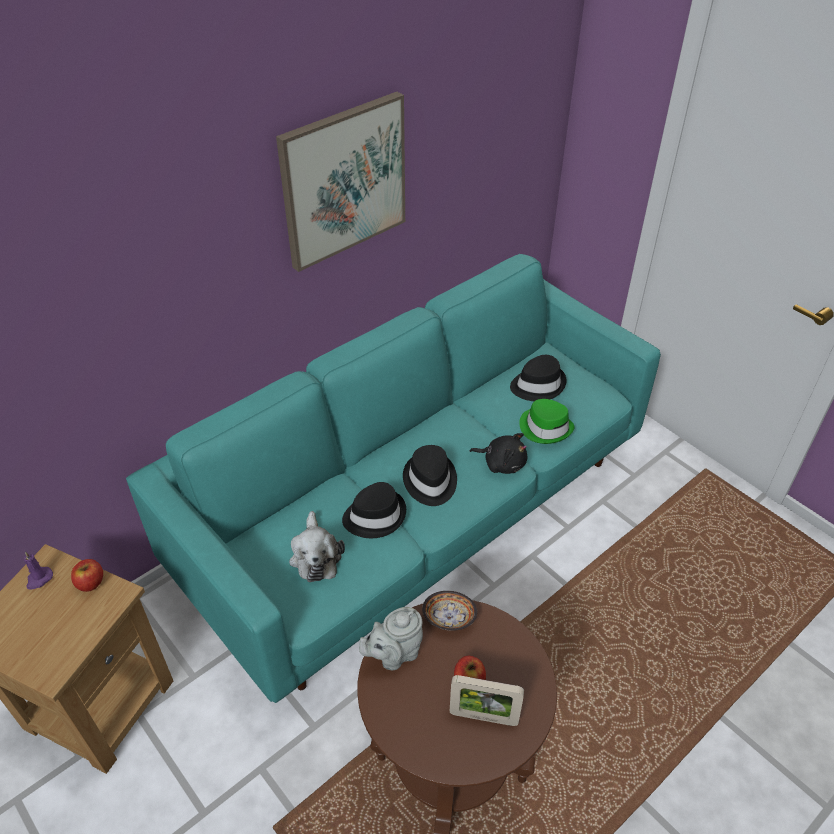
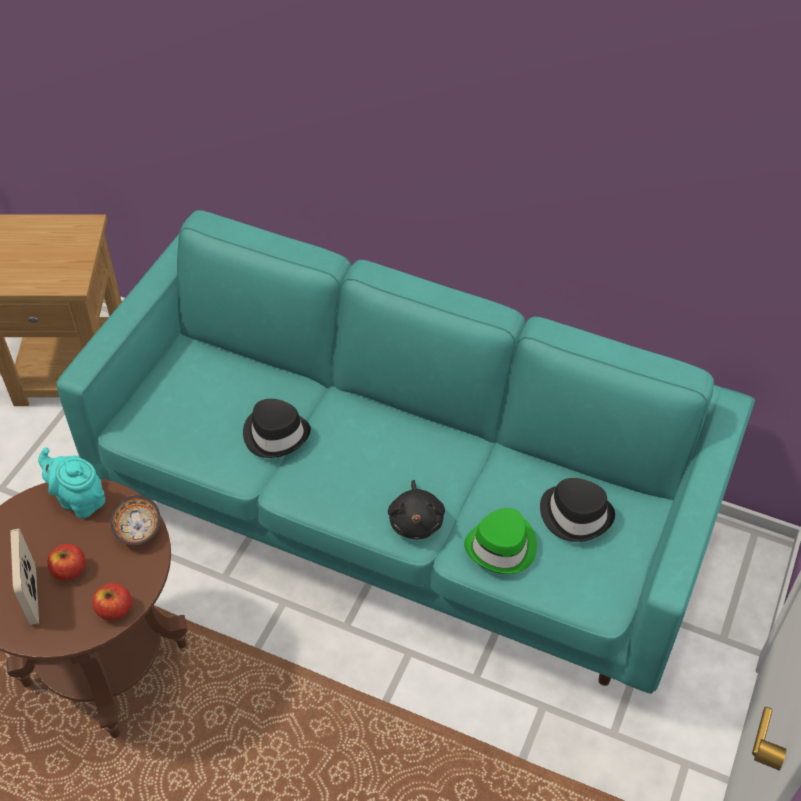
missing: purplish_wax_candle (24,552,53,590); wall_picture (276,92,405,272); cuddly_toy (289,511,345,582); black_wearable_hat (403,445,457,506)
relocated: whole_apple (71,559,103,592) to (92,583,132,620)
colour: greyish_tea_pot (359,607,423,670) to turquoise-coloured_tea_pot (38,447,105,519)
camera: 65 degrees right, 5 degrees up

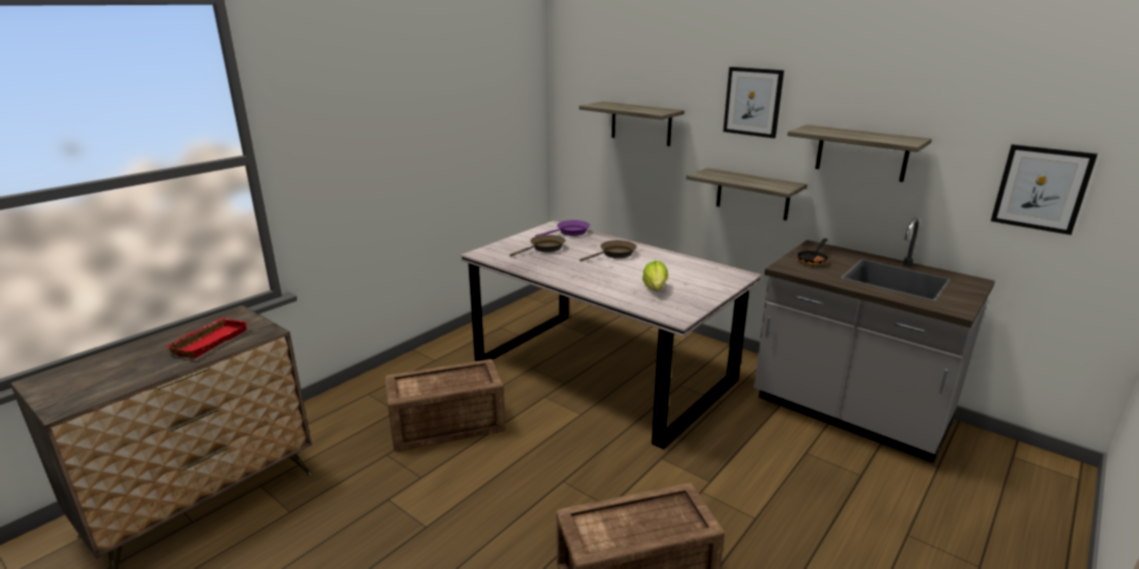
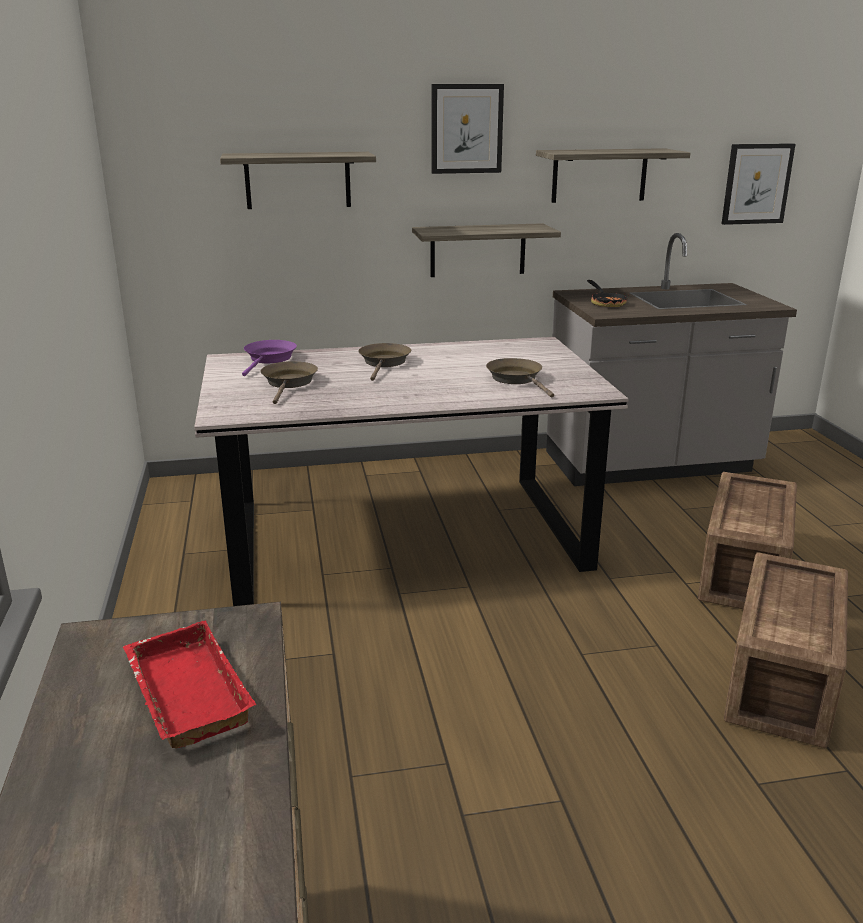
relocated: crate (385,359,506,451) to (698,472,797,609)
exchanged: head_of_lettuce (642,261,668,291) to brown-coloured_pan (486,358,554,397)
camera: 50 degrees left, 0 degrees up

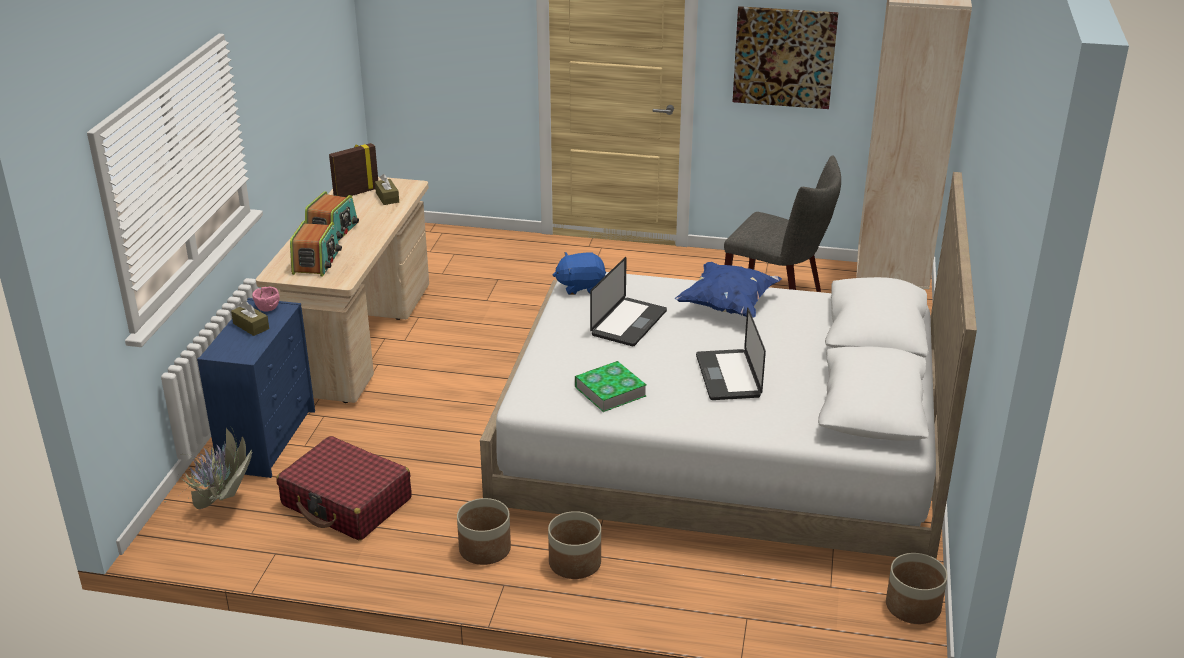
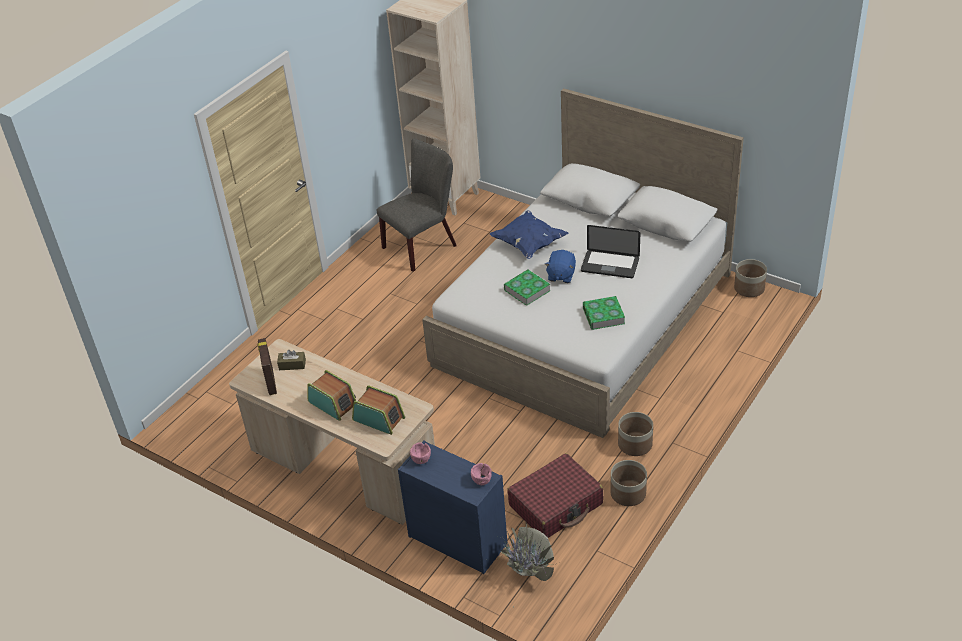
missing: brown-coloured_tissue_box (231,300,269,336); wall_picture (733,6,838,109)
appeared: pink-coloured_serving_bowl (471,463,492,485)
relocated: plant_pot (548,511,601,579) to (610,460,647,506); bluish_cuddly_toy (553,252,606,295) to (545,250,576,283)
exchanged: notebook_computer (590,257,667,346) to book (504,270,551,306)
camera: 65 degrees left, 10 degrees up

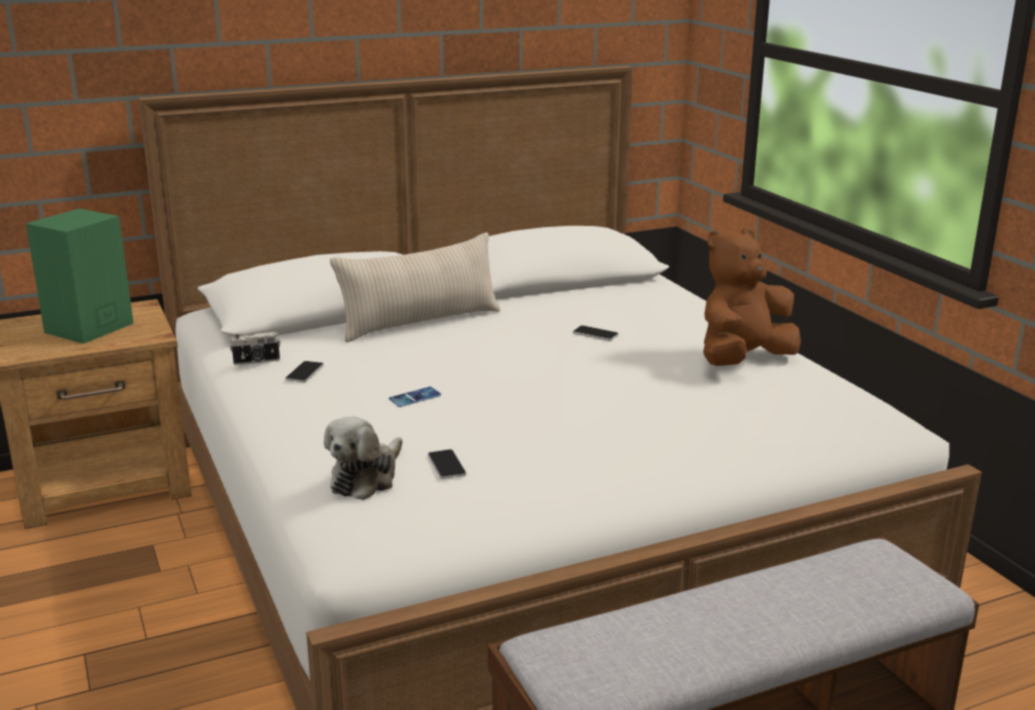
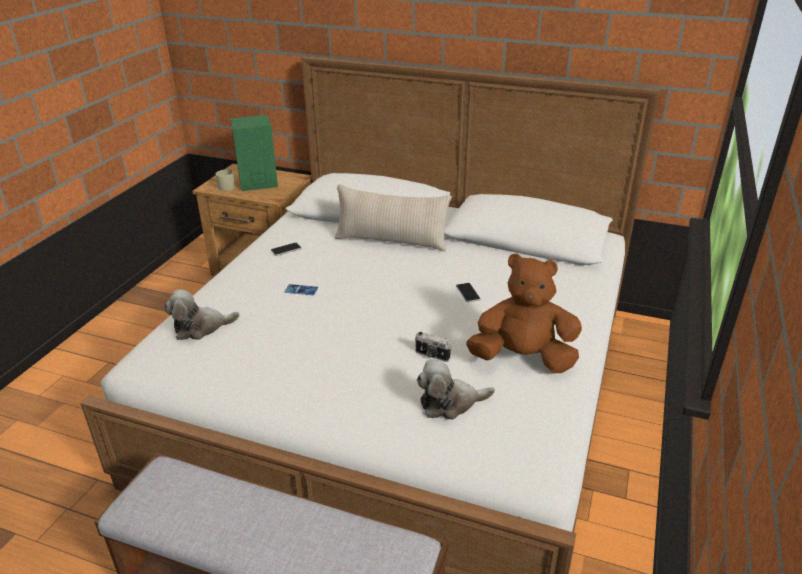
missing: handset (428,449,467,479)
appeared: beige_tea_mug (216,169,235,191); cuddly_toy (417,359,495,420)
relocated: still_camera (230,332,281,365) to (415,332,451,362)
camera: 45 degrees right, 10 degrees up

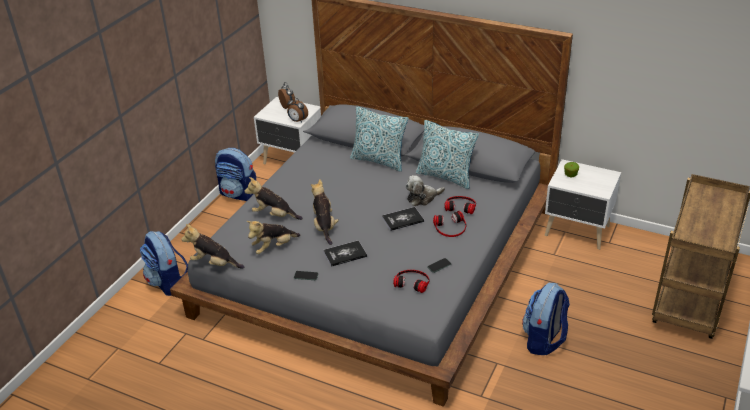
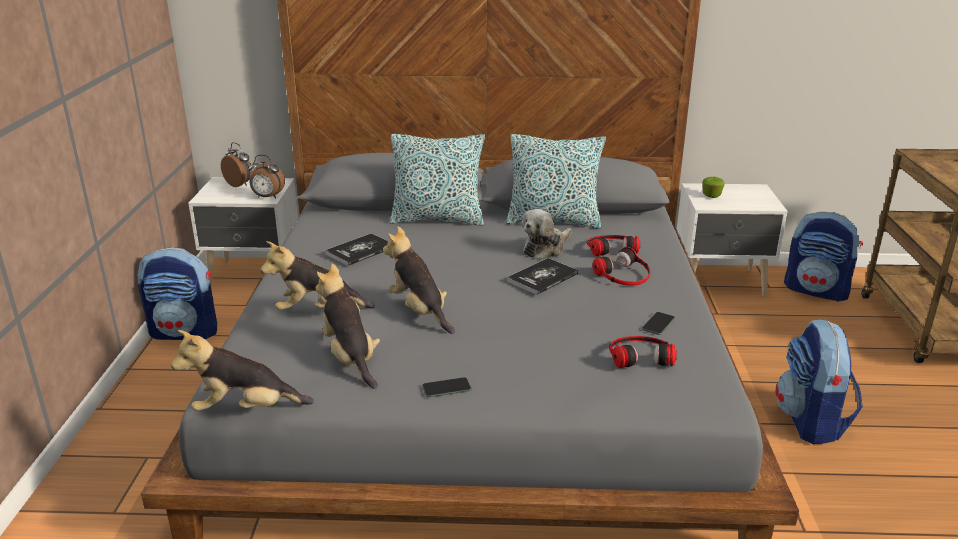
relocated: knapsack (140,231,188,296) to (784,212,863,302); book (323,240,367,267) to (325,233,388,266)
spun: cuddly_toy (246,221,300,254) = (315,263,380,389) 120 degrees clockwise
camera: 25 degrees left, 10 degrees down

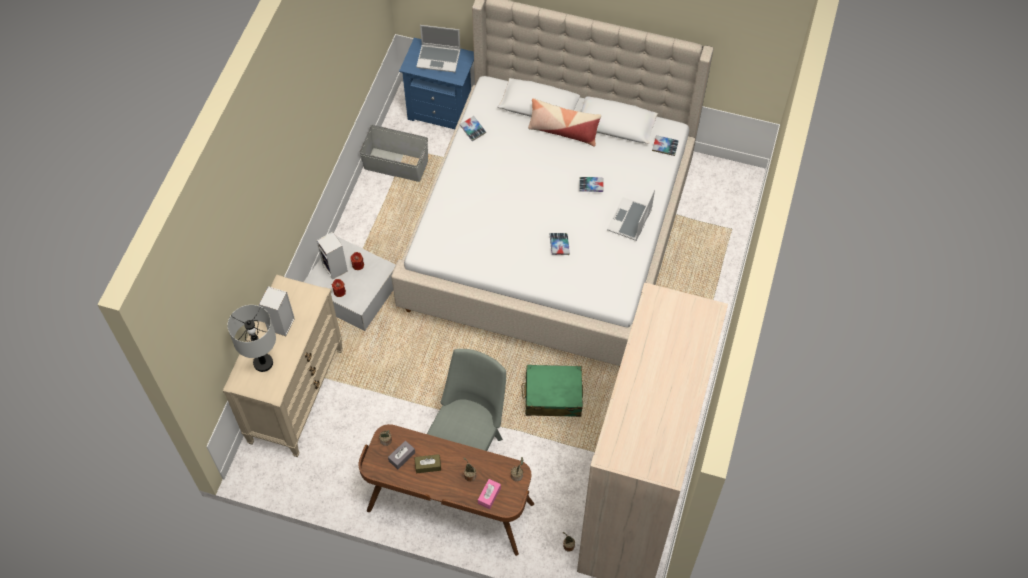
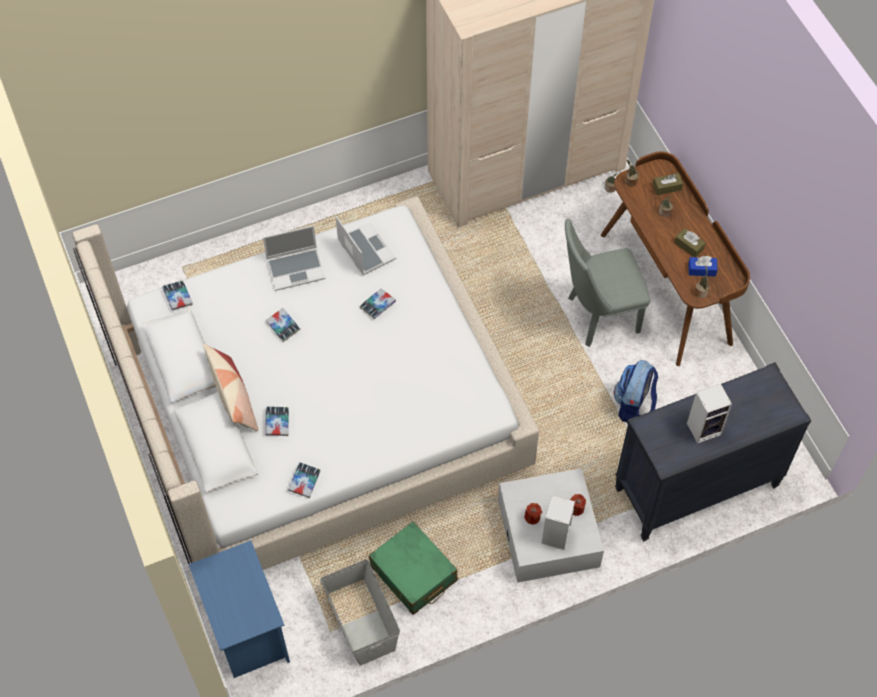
missing: greyish_lamp_for_a_table (227,305,276,372)
appeared: book (265,407,289,436); knapsack (614,360,658,422)
relocated: notebook_computer (416,25,461,72) to (336,216,396,275); greenish_travel_case (521,365,583,417) to (369,522,458,615)
colour: beige_dresser (223,274,343,457) to black_dresser (615,362,811,542); greyish_tissue_box (388,441,415,469) to bluish_tissue_box (688,256,718,276); pink-coloured_tissue_box (478,479,501,509) to brown-coloured_tissue_box (653,173,683,195)
camera: 130 degrees left, 0 degrees up

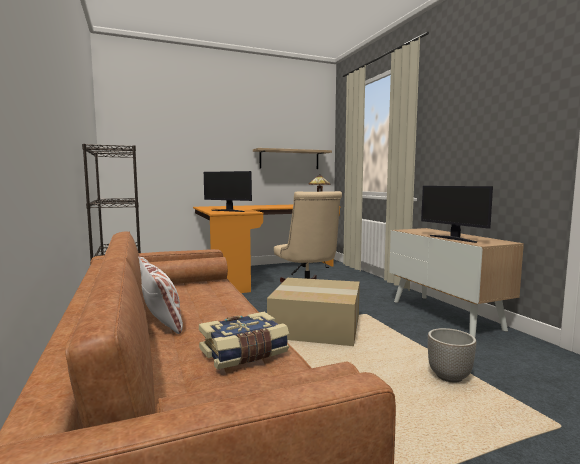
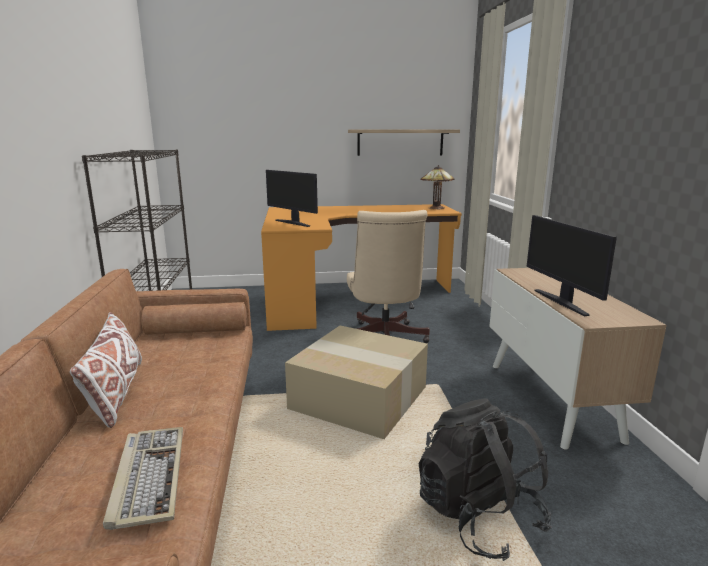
exchanged: book (199,312,289,370) to keyboard (103,427,183,530); plant_pot (428,328,477,383) to black_knapsack (418,398,552,561)
camera: 15 degrees right, 10 degrees up

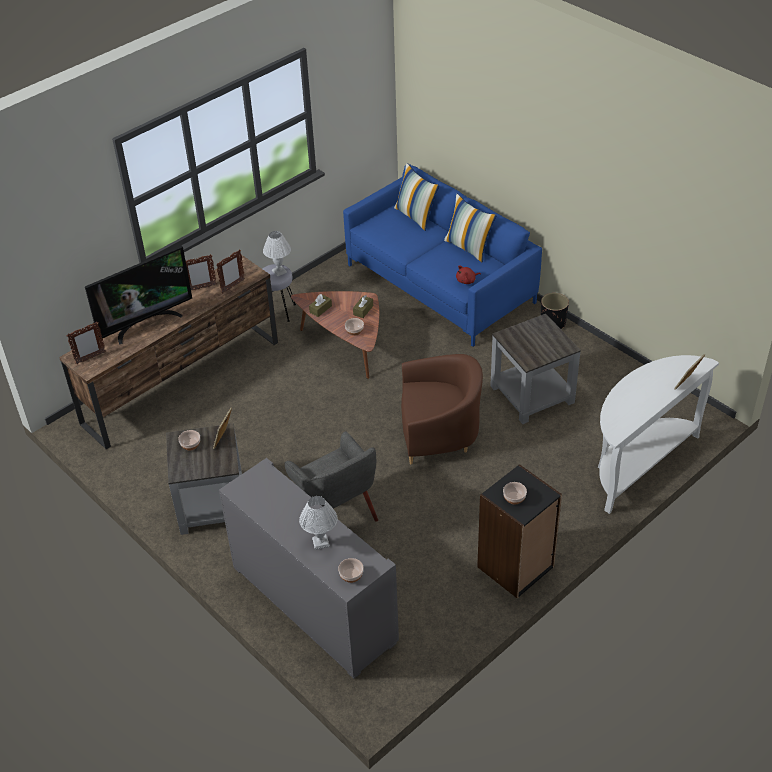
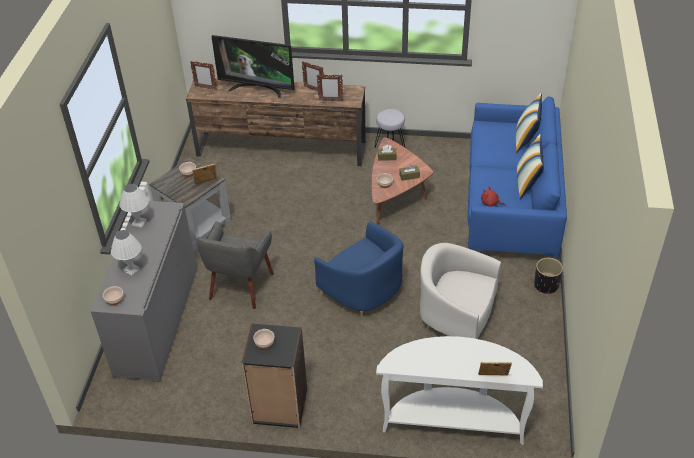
relocated: whitish_lamp_for_a_table (263,231,291,277) to (119,184,149,228)
exchanged: greyish_end_table (490,314,581,424) to whitish_easy_chair (420,243,501,339)
colour: brown-coloured_easy_chair (401,354,483,464) to bluish_easy_chair (314,221,403,316)
camera: 50 degrees right, 0 degrees up

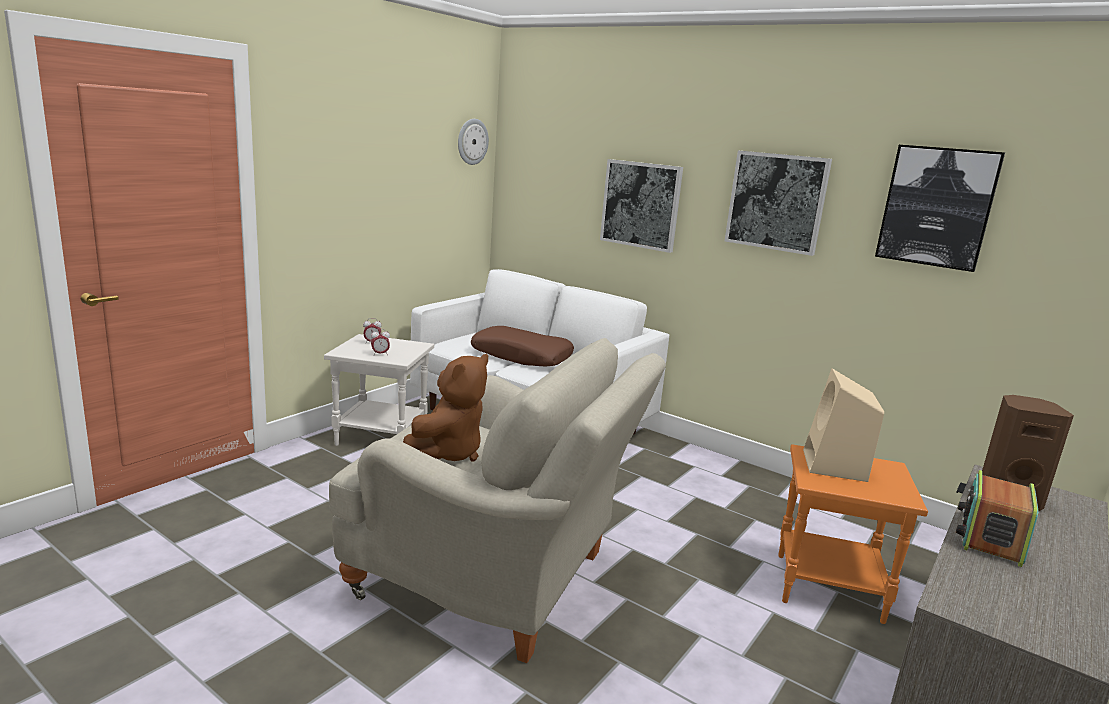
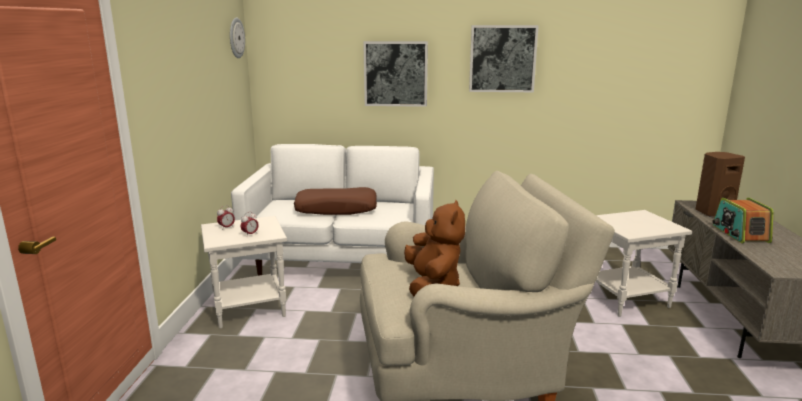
missing: beige_loudspeaker (803,368,884,482); wall_picture (875,145,1005,272)
colour: orange_end_table (778,444,928,624) to whitish_end_table (596,210,692,317)
camera: 30 degrees left, 0 degrees up

